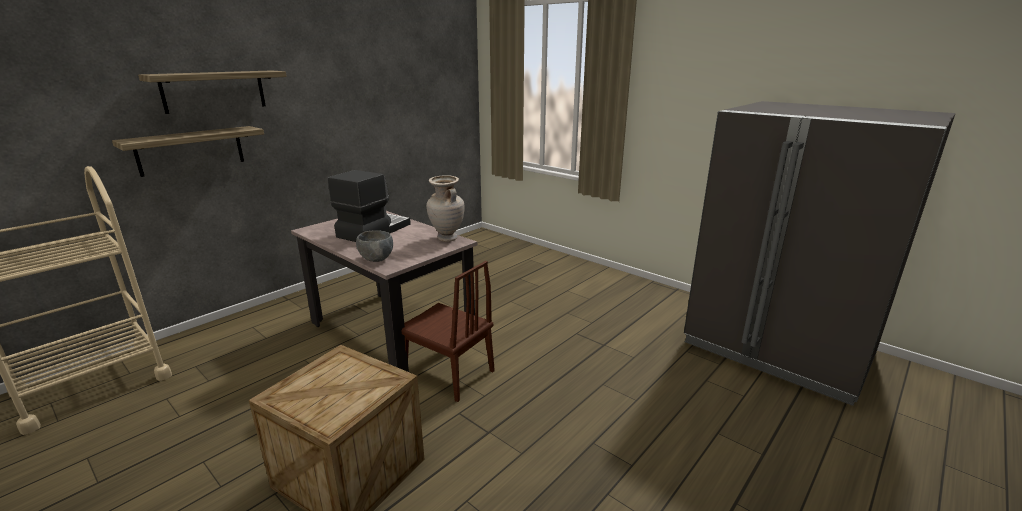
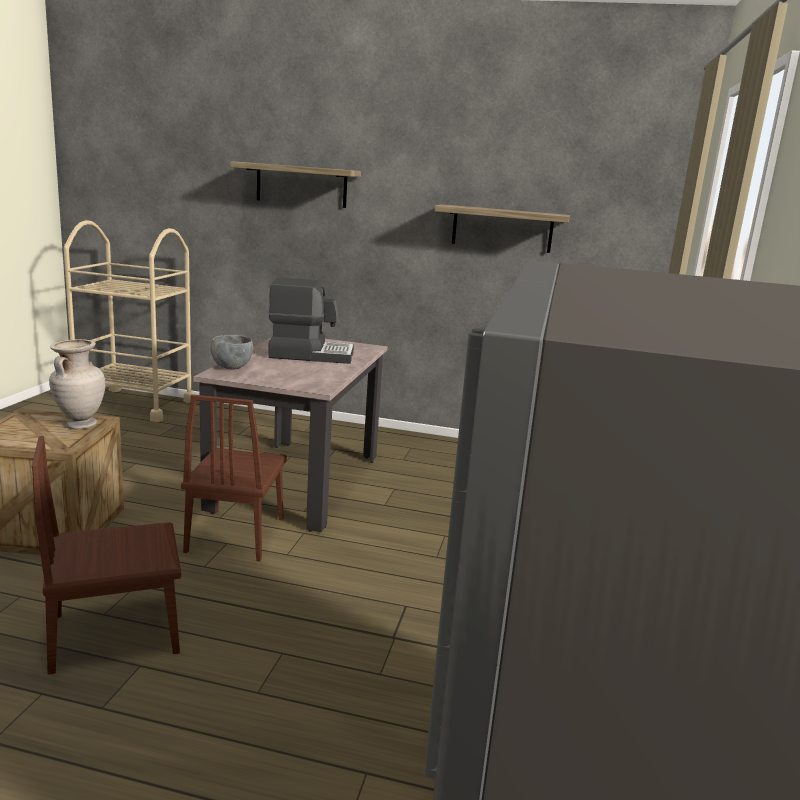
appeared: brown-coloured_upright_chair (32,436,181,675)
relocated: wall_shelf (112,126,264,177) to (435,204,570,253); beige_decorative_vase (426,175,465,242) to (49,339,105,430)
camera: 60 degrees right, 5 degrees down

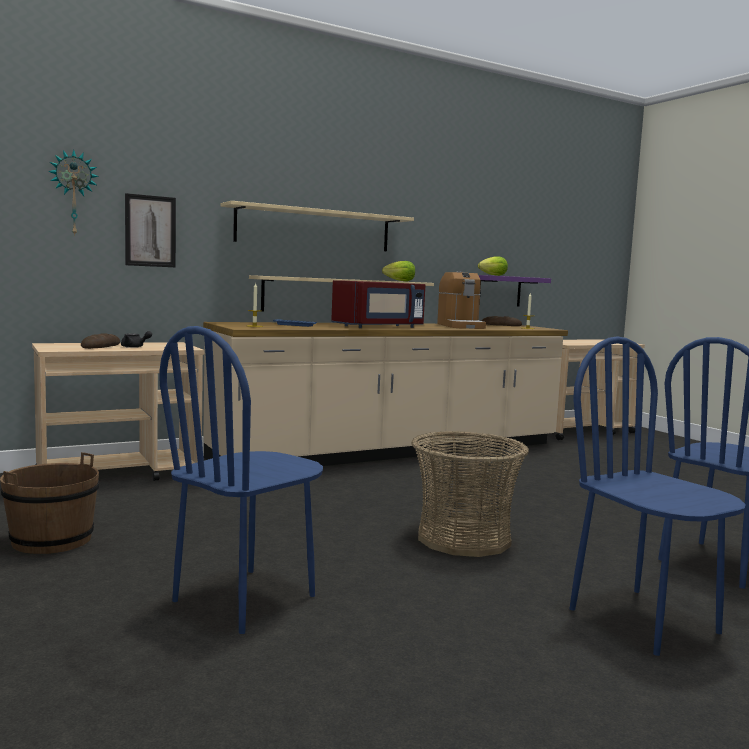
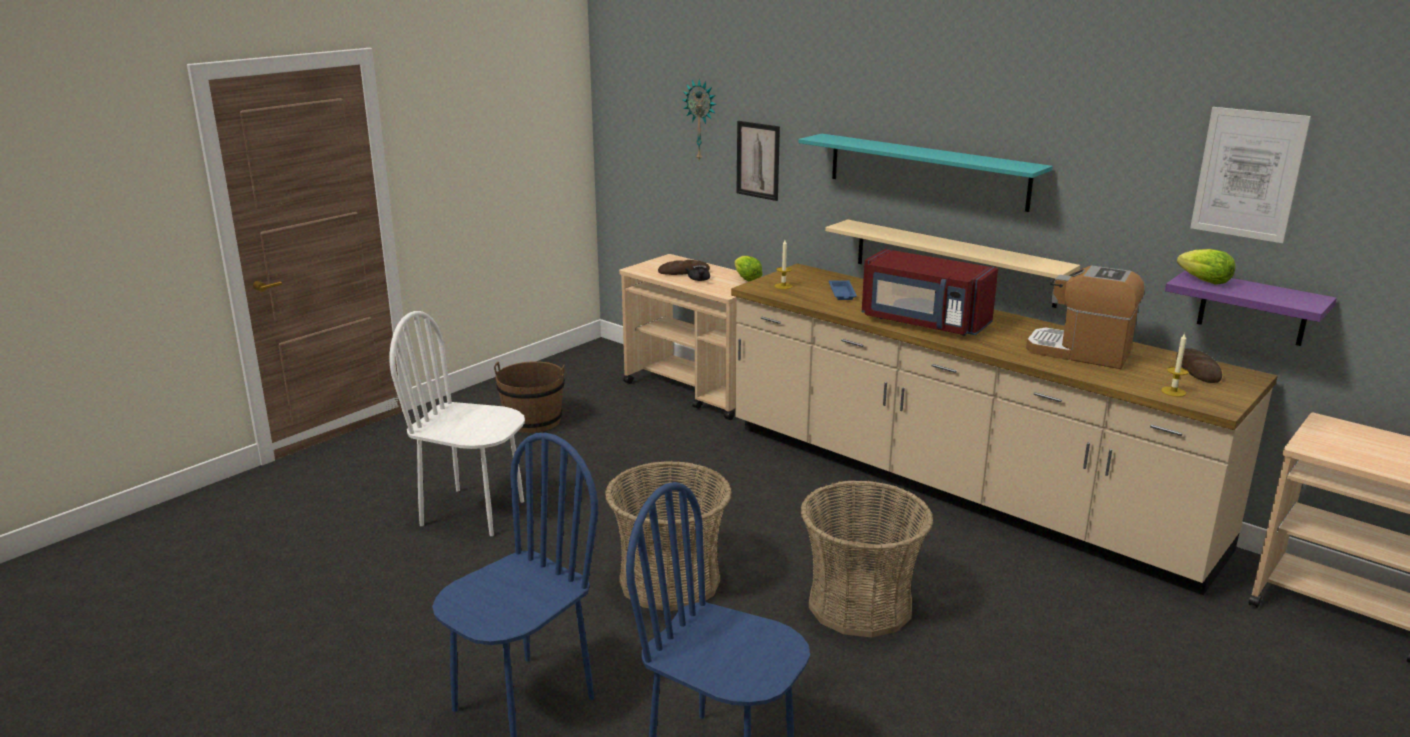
appeared: basket (801,480,933,637); wall_picture (1190,107,1311,243)
relocated: head_of_lettuce (382,261,415,281) to (734,256,762,282)
colour: bluish_upright_chair (159,326,323,634) to whitish_upright_chair (389,311,525,536); beige_wall_shelf (221,201,414,251) to turquoise-coloured_wall_shelf (798,134,1053,212)
spun: coffee_maker (437,271,486,329) = (1026,265,1144,369) 60 degrees clockwise
camera: 70 degrees right, 15 degrees up

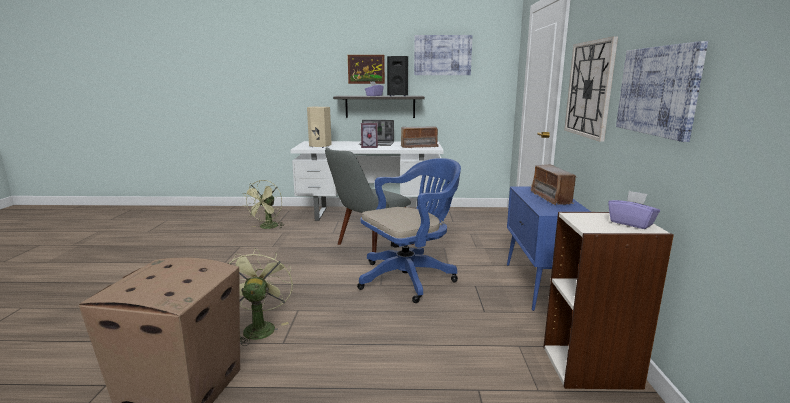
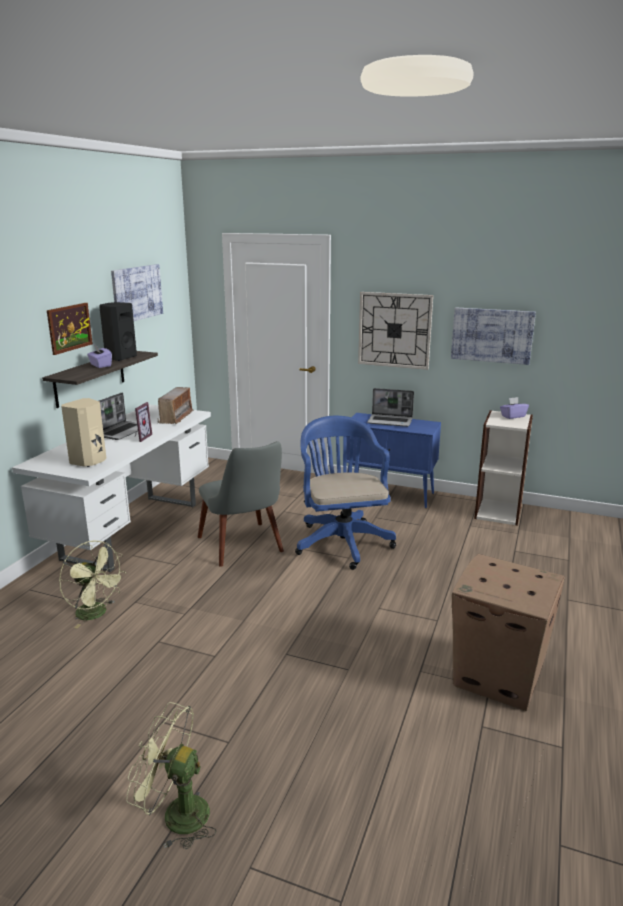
relocated: greenish_fan (228,248,293,346) to (126,702,216,849)
exchanged: radio (530,165,576,205) to notebook_computer (367,388,414,427)
camera: 70 degrees left, 5 degrees up

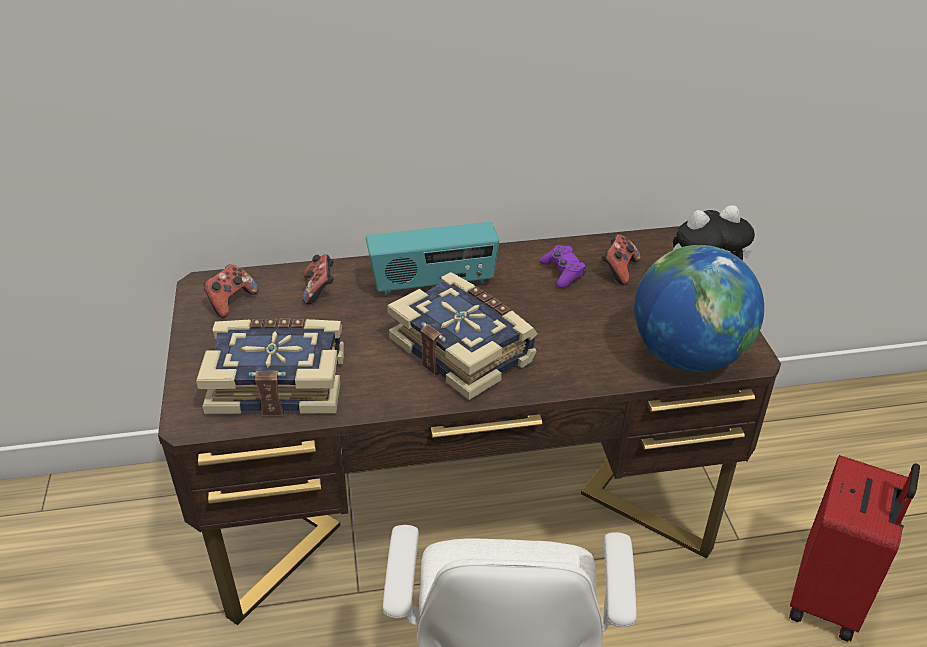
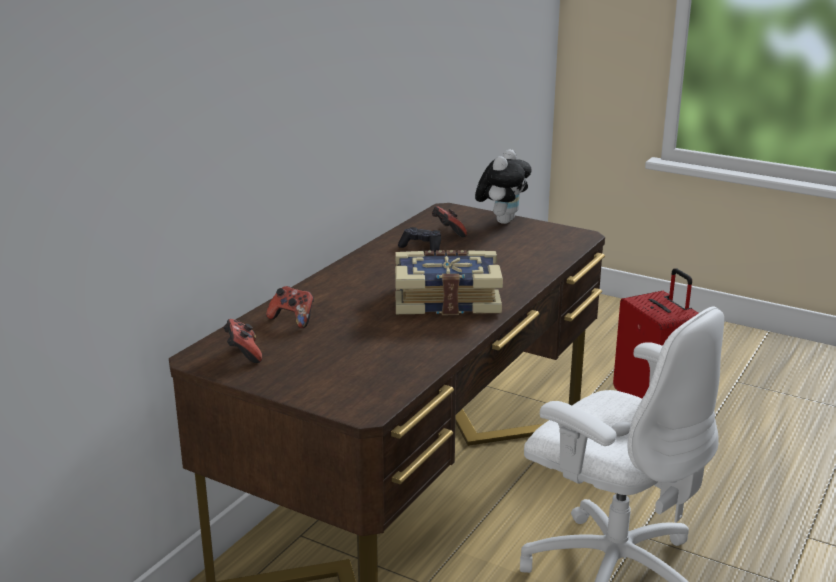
missing: book (196,319,344,415); radio (366,222,499,296); desk_globe (634,245,764,372)
colour: purplish_game_controller (540,245,586,288) to black_game_controller (398,227,441,252)
camera: 50 degrees left, 15 degrees down

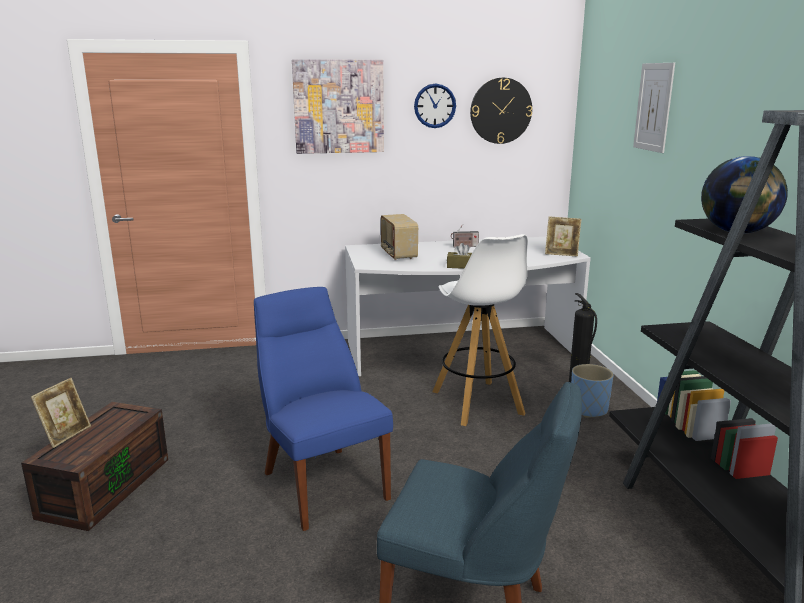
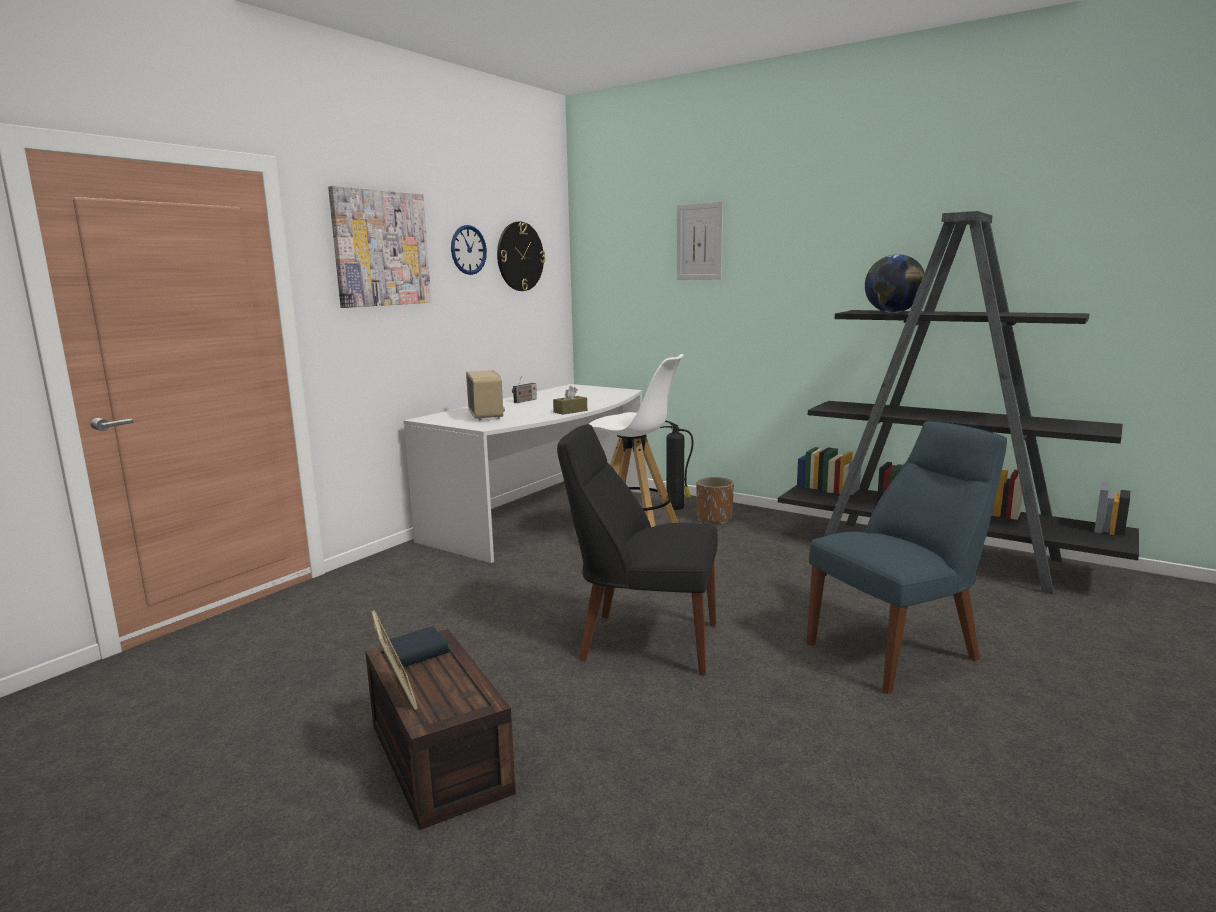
missing: photo_frame (545,217,582,257)
appeared: book (389,626,449,667)
colour: bluish_upright_chair (254,287,393,531) to black_upright_chair (557,424,718,675); bluish_plant_pot (571,364,614,418) to brown-coloured_plant_pot (696,477,734,524)
spun: radio (381,214,418,260) = (466,370,505,420) 135 degrees counterclockwise
camera: 45 degrees left, 5 degrees down

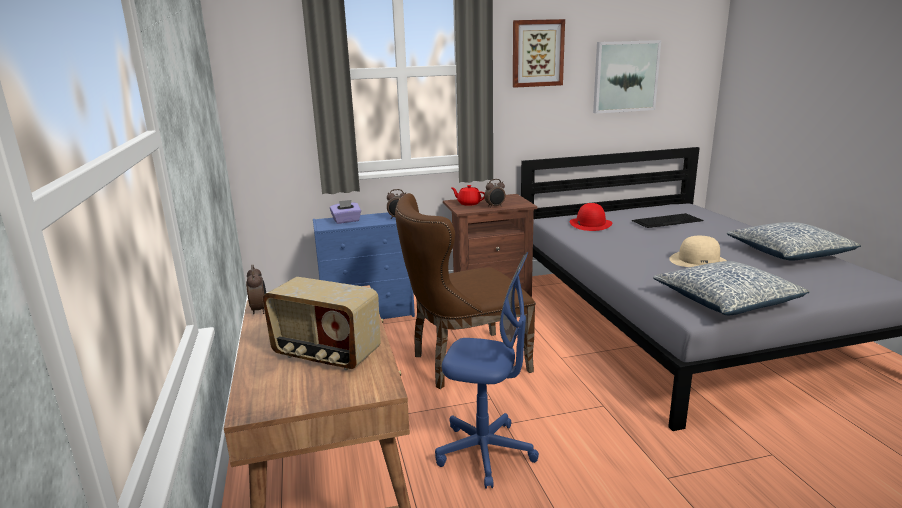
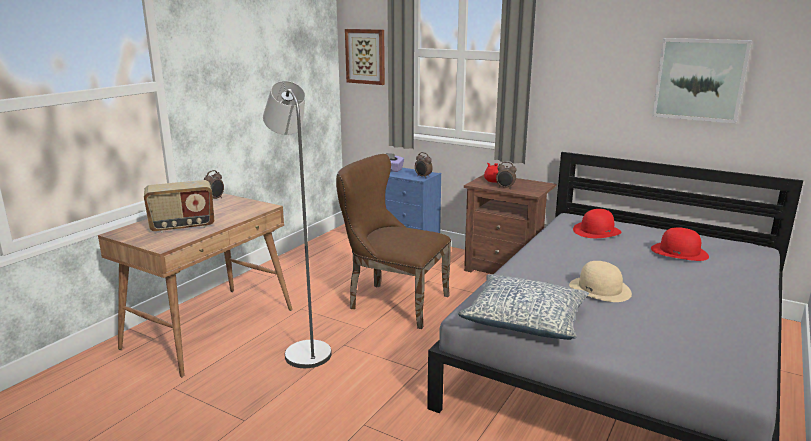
missing: pillow (727,222,861,261)
relocated: wall_picture (513,19,565,88) to (345,29,385,85)
exchanged: bluish_computer_chair (435,252,539,488) to greyish_standing_lamp (263,81,332,368); keyboard (632,213,704,228) to red_wearable_hat (651,227,709,261)
spun: radio (263,277,381,370) = (144,180,214,233) 90 degrees counterclockwise
camera: 45 degrees right, 0 degrees up

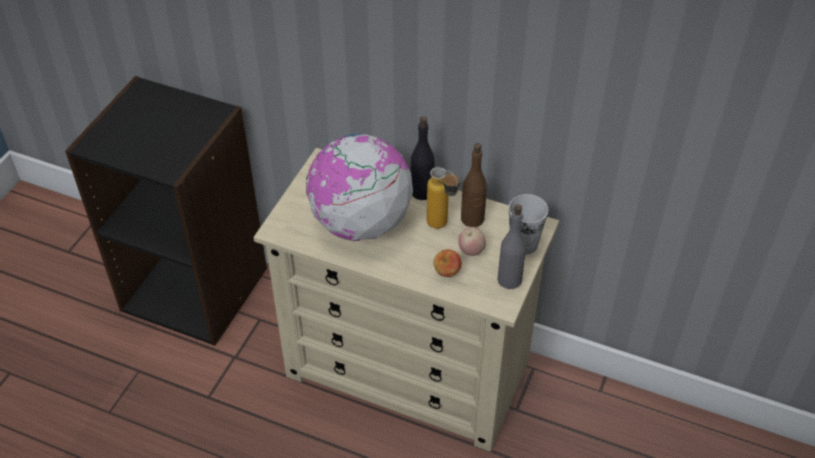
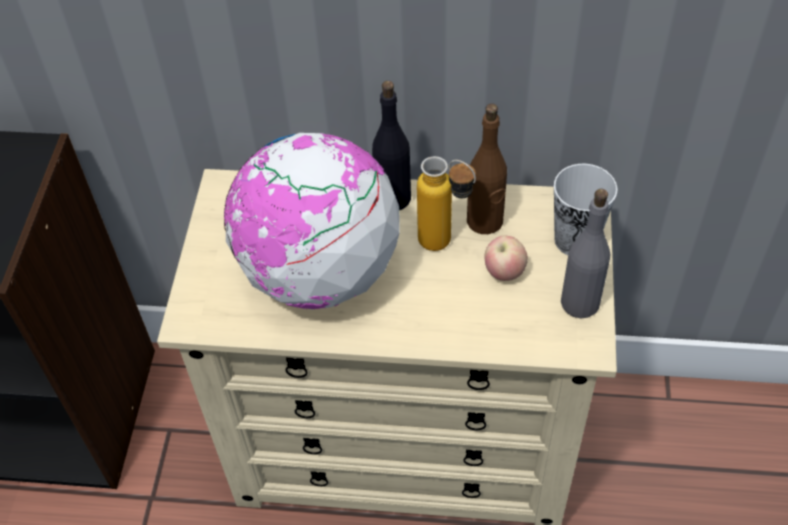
missing: whole_apple (434,249,462,277)
camera: 15 degrees left, 5 degrees up

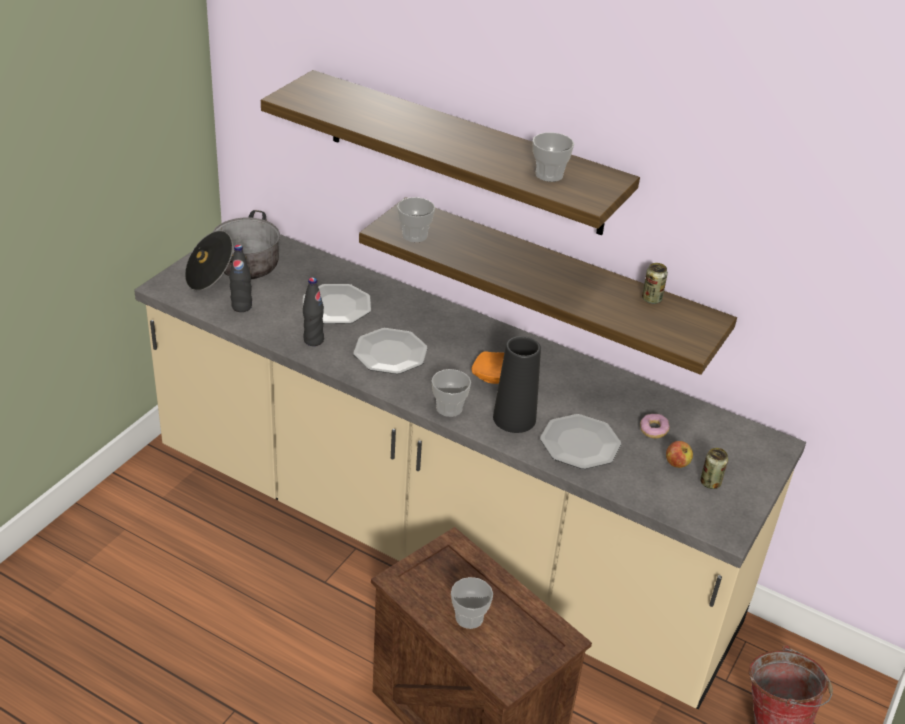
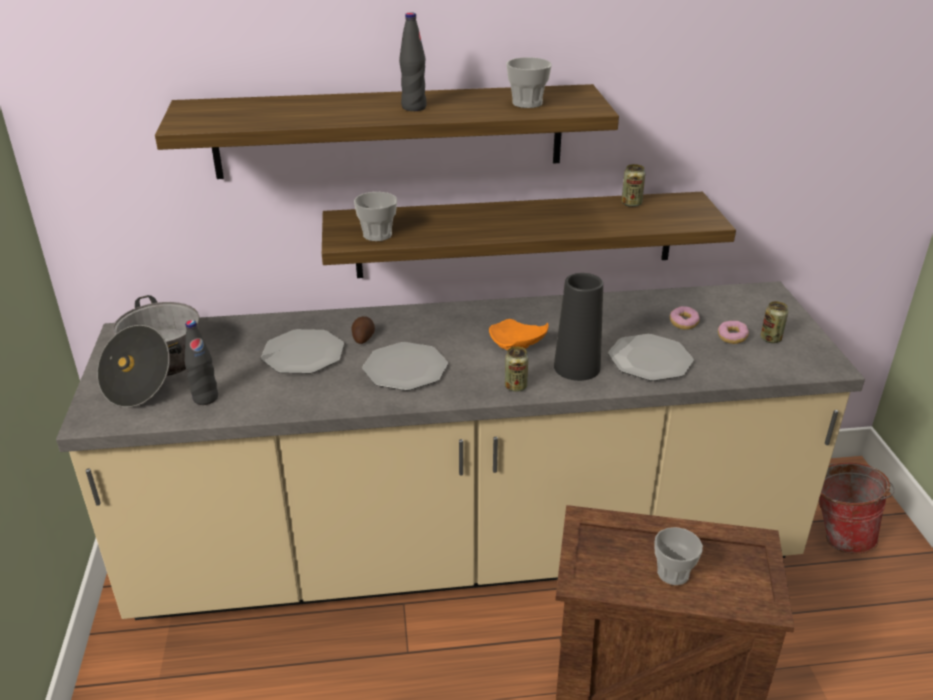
appeared: spud (352,316,375,344)
relocated: black_drink_bottle (303,277,324,346) to (399,12,427,111)
exchanged: cup (432,369,471,417) to sealed_can (505,347,528,392); whole_apple (666,441,693,468) to ring_doughnut (718,321,749,344)
camera: 35 degrees left, 5 degrees down

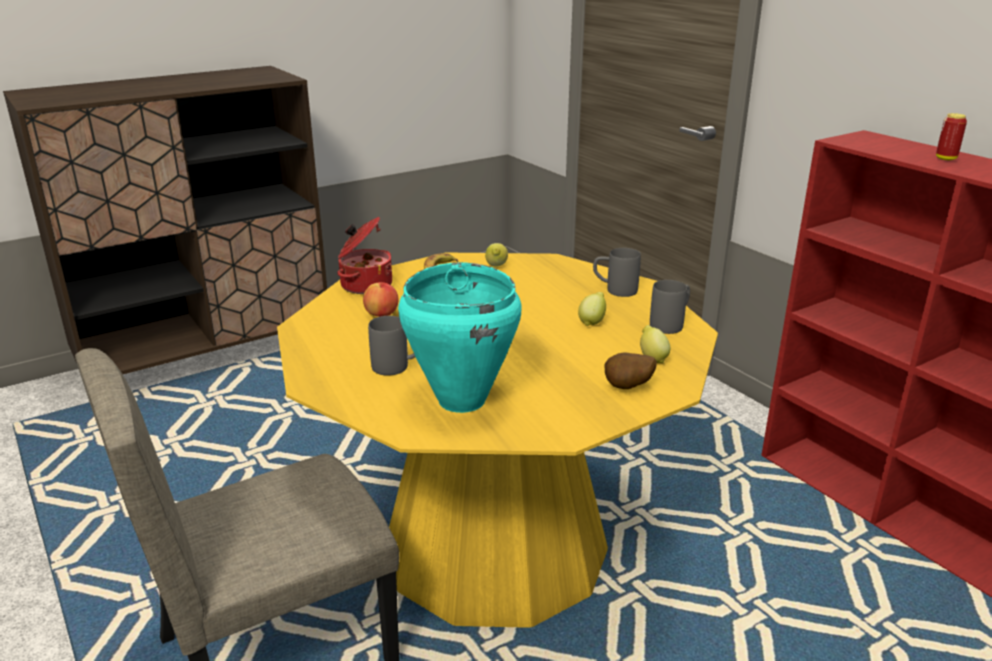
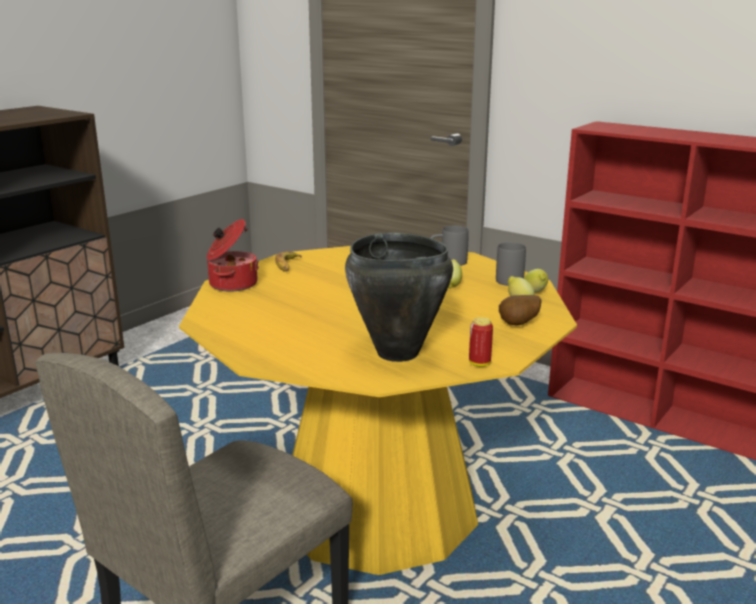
missing: whole_apple (363,282,398,317); greyish_tea_mug (368,316,415,376)
relocated: whole_lemon (485,243,508,267) to (524,269,548,293); sealed_can (936,113,967,160) to (469,317,493,367)
colour: turquoise-coloured_stockpot (398,262,522,413) to black_stockpot (345,233,453,362)
camera: 20 degrees left, 5 degrees down

